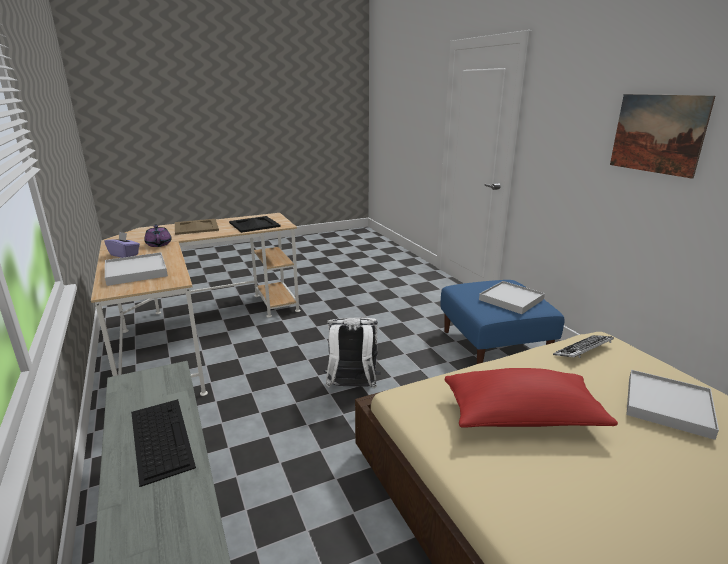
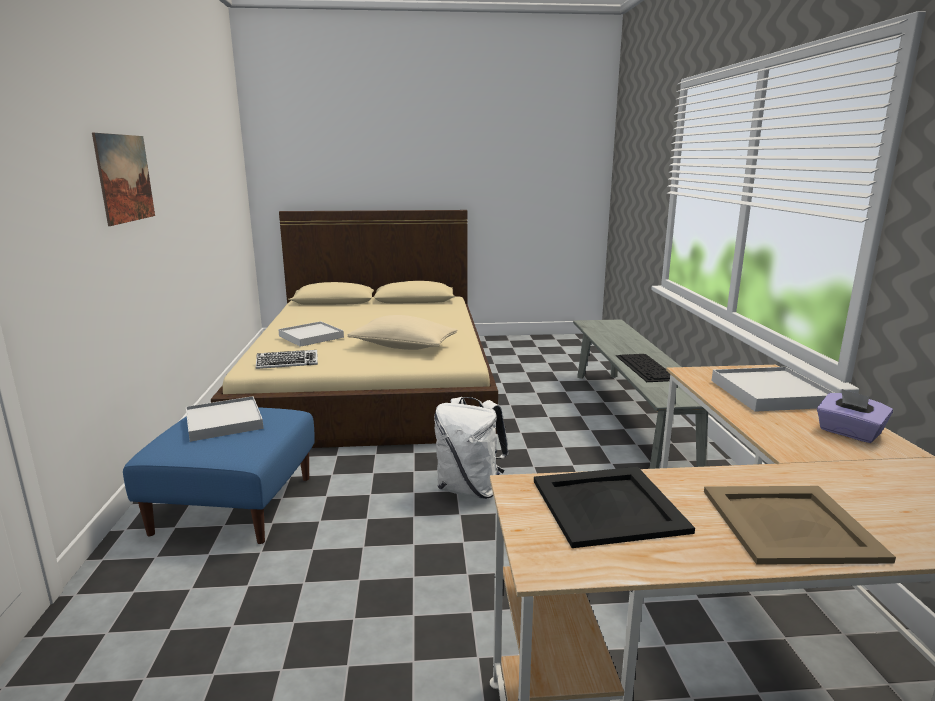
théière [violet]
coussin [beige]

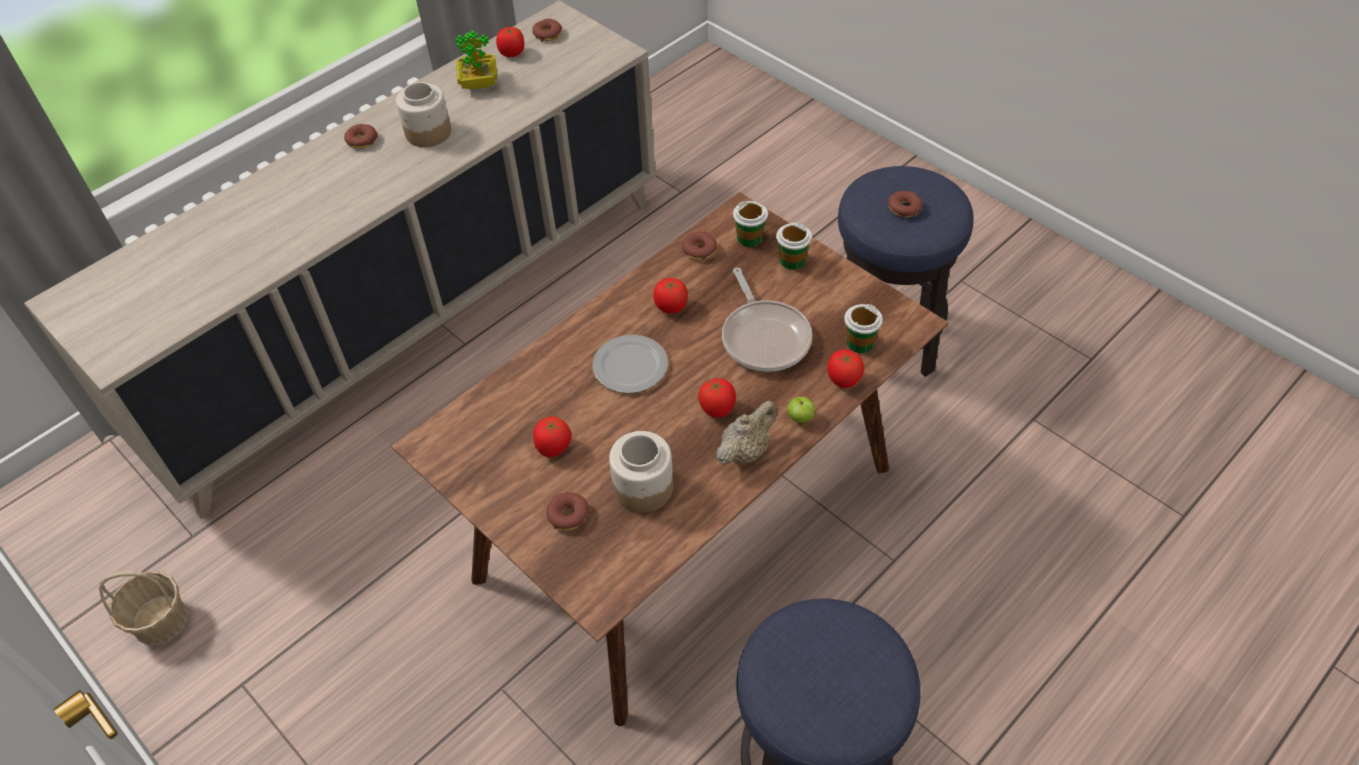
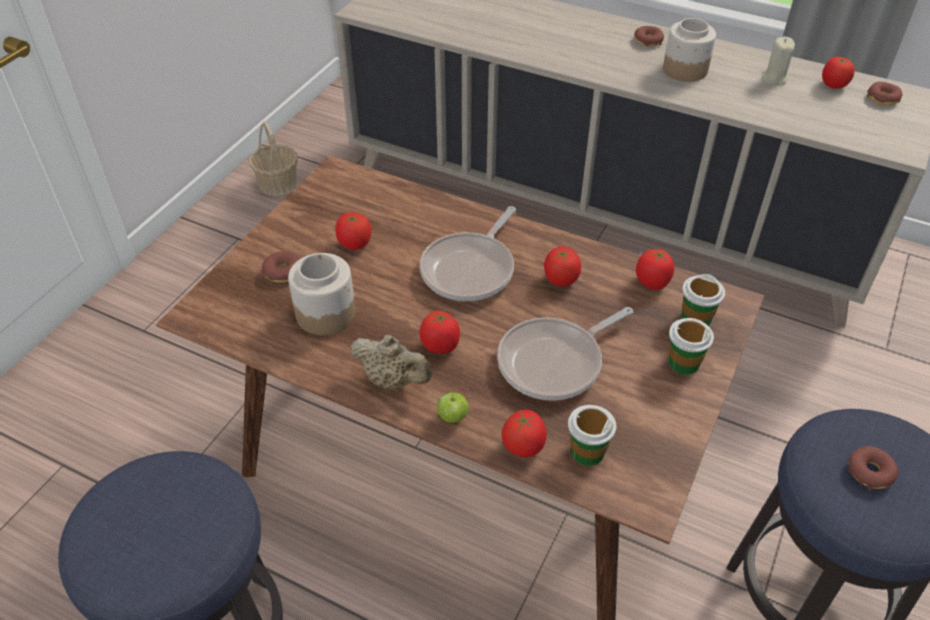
bougie [beige]
poêle (1st from left)
tomate (5th from left)

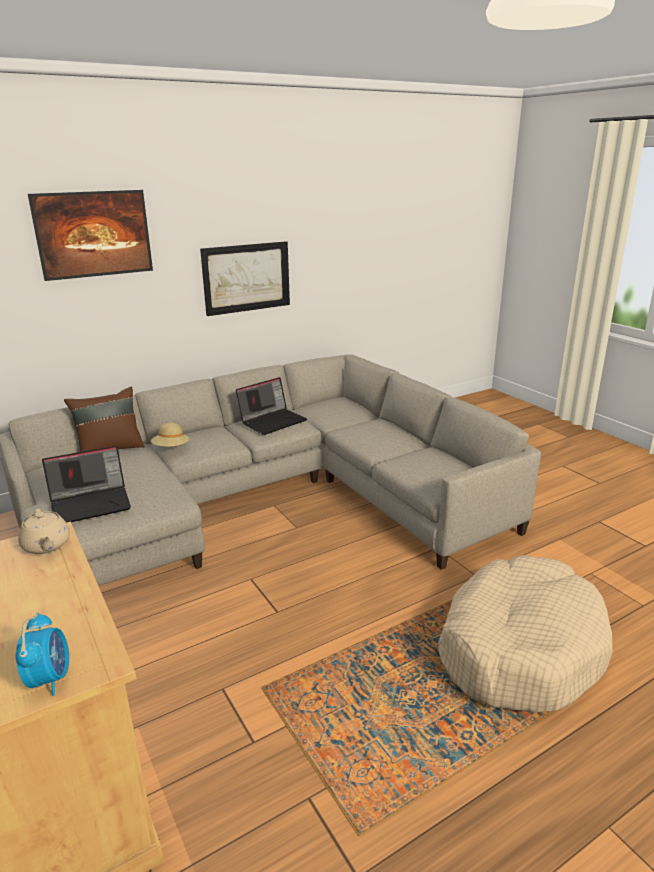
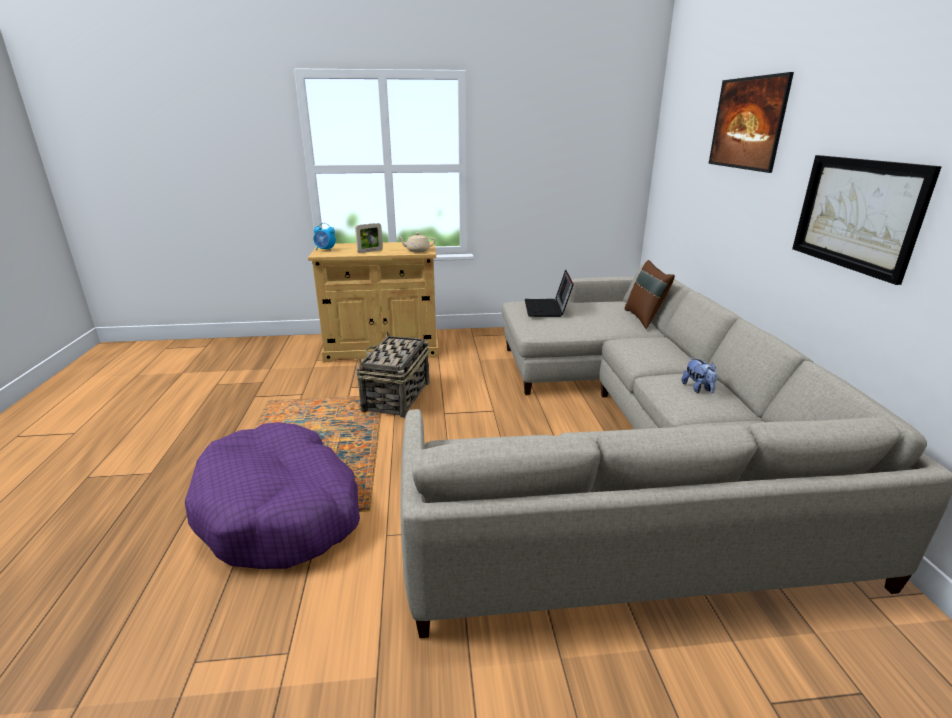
chapeau [beige]
peluche
panier pour chien [violet]
cadre photo
panier

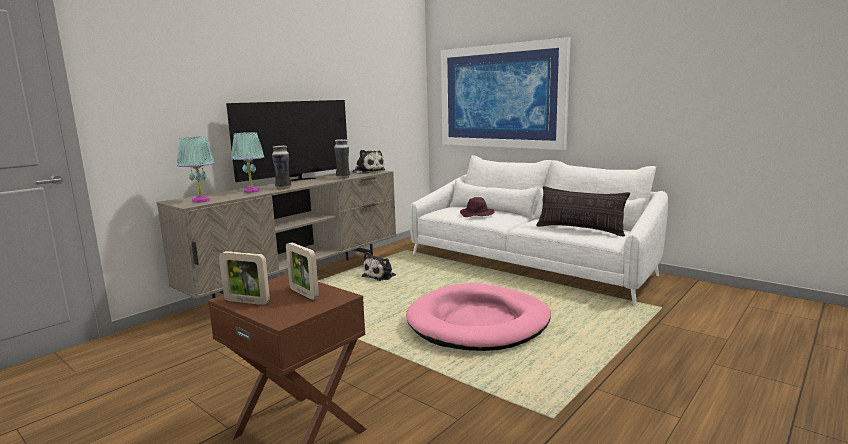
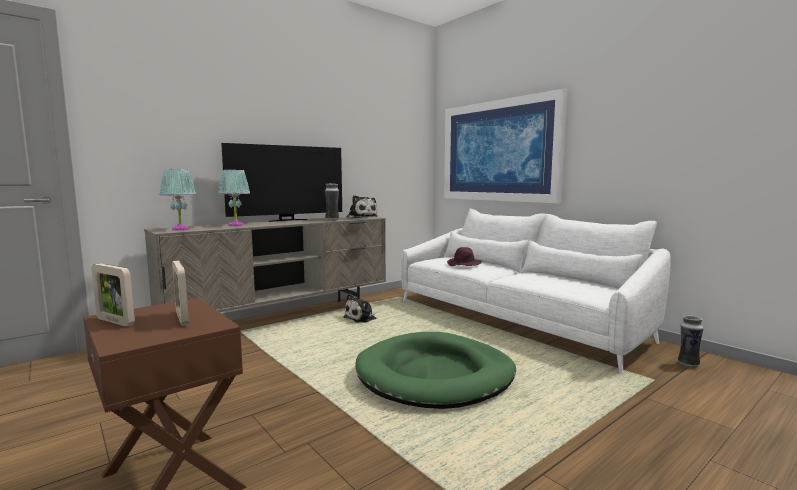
vase (2nd from left)
panier pour chien [vert]
coussin

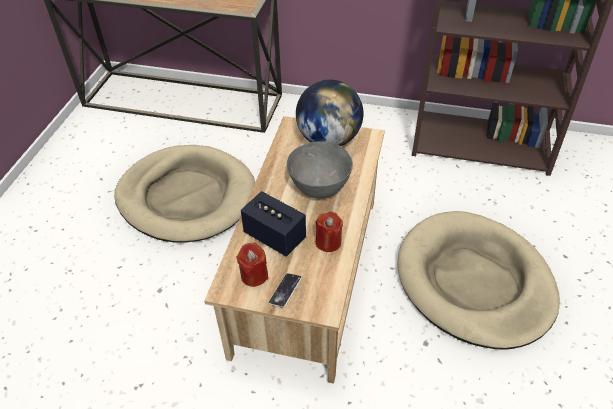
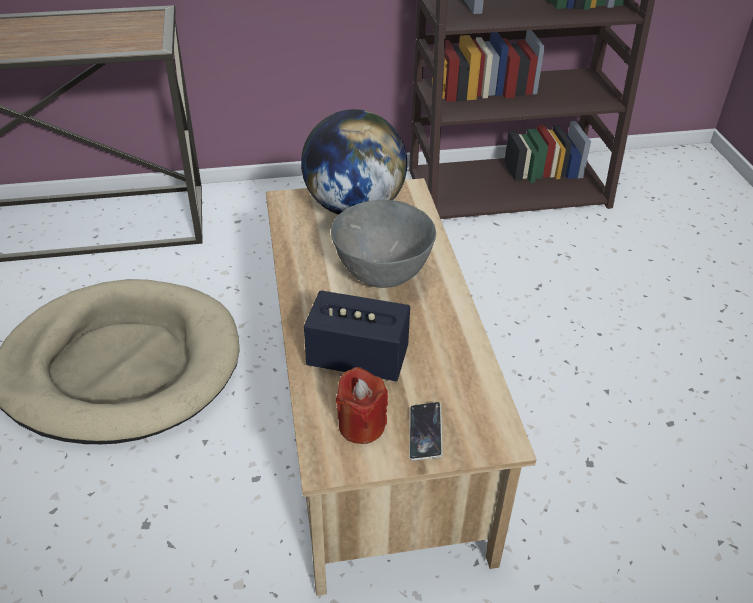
bougie [rouge] (2nd from left in the first image)
panier pour chien [beige] (2nd from left in the first image)

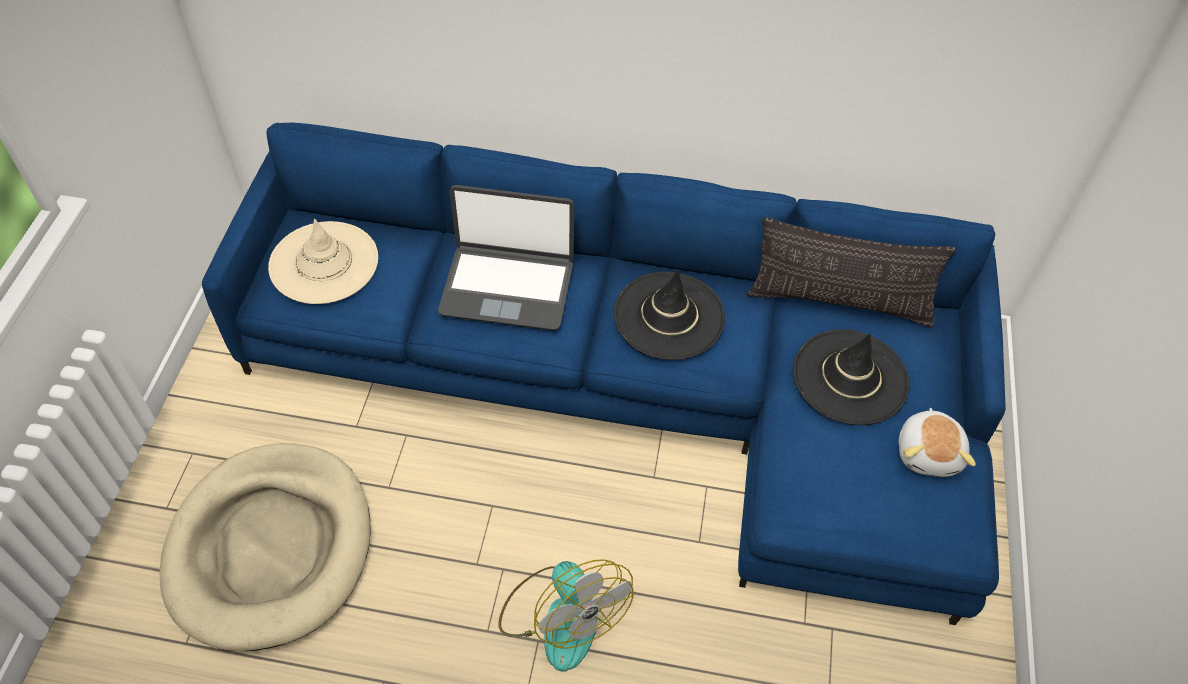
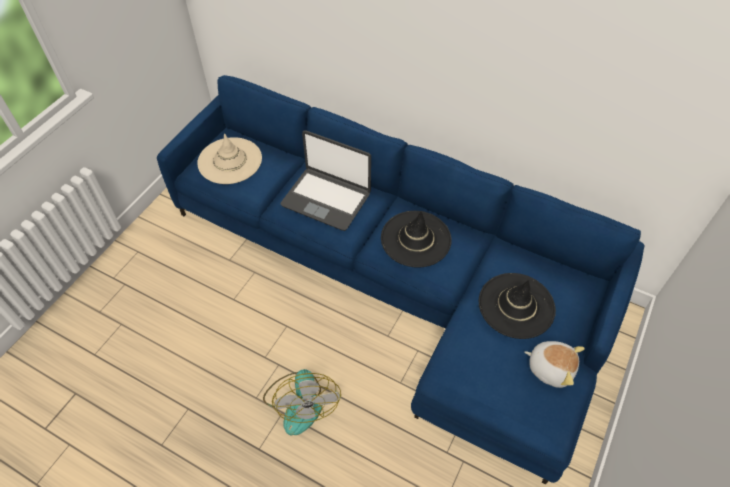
panier pour chien [beige]
coussin
peluche

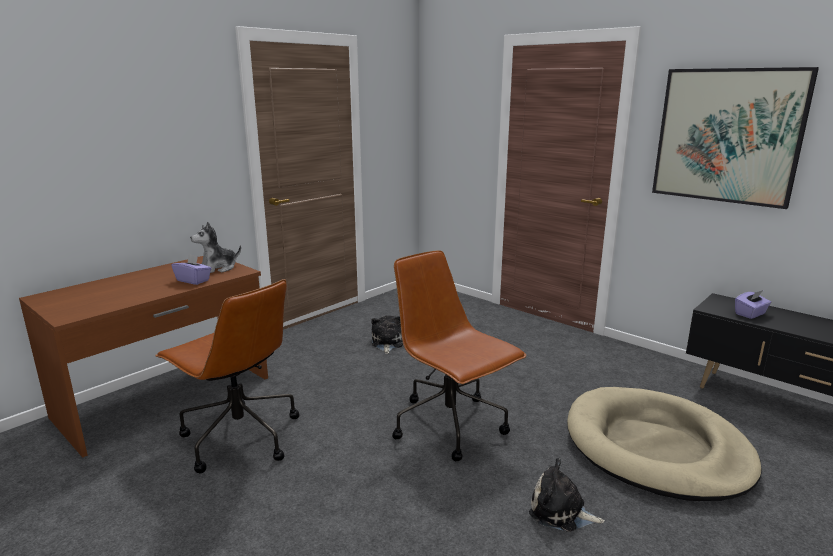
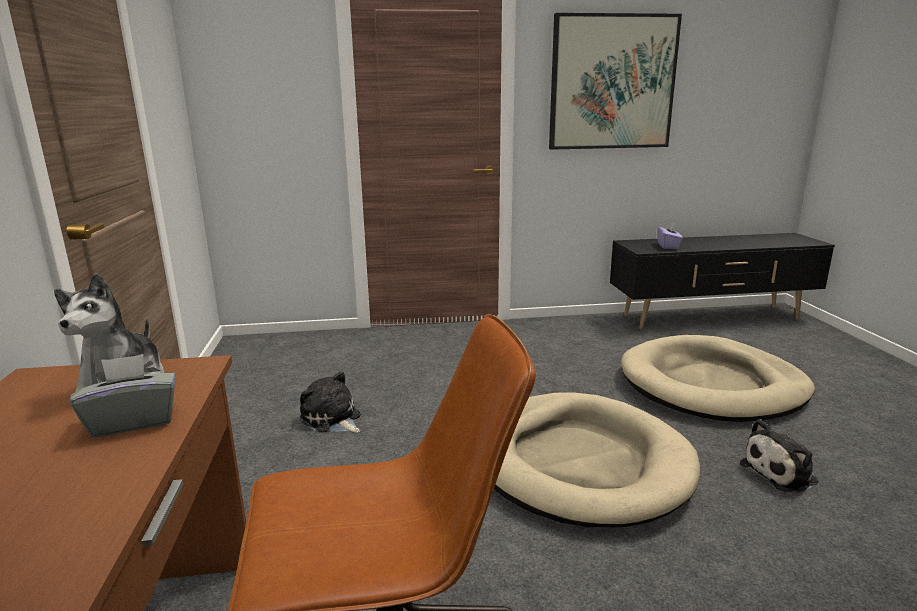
boîte à mouchoirs [gris]
panier pour chien [beige] (1st from left)

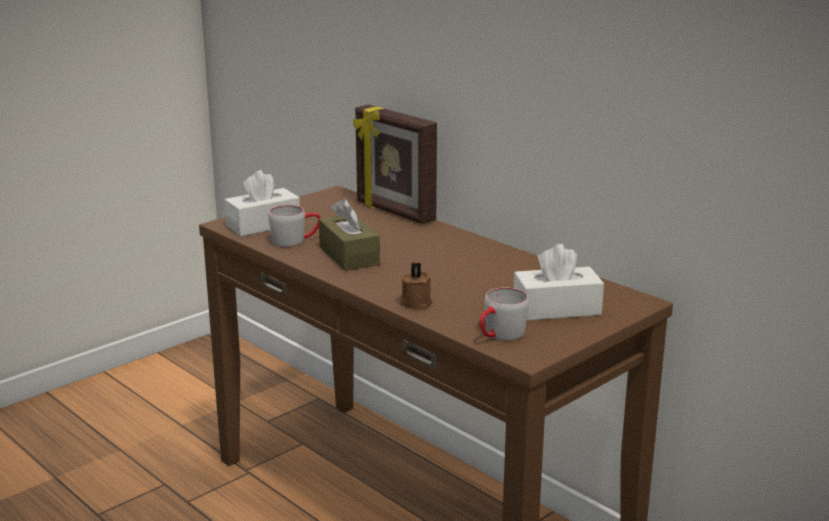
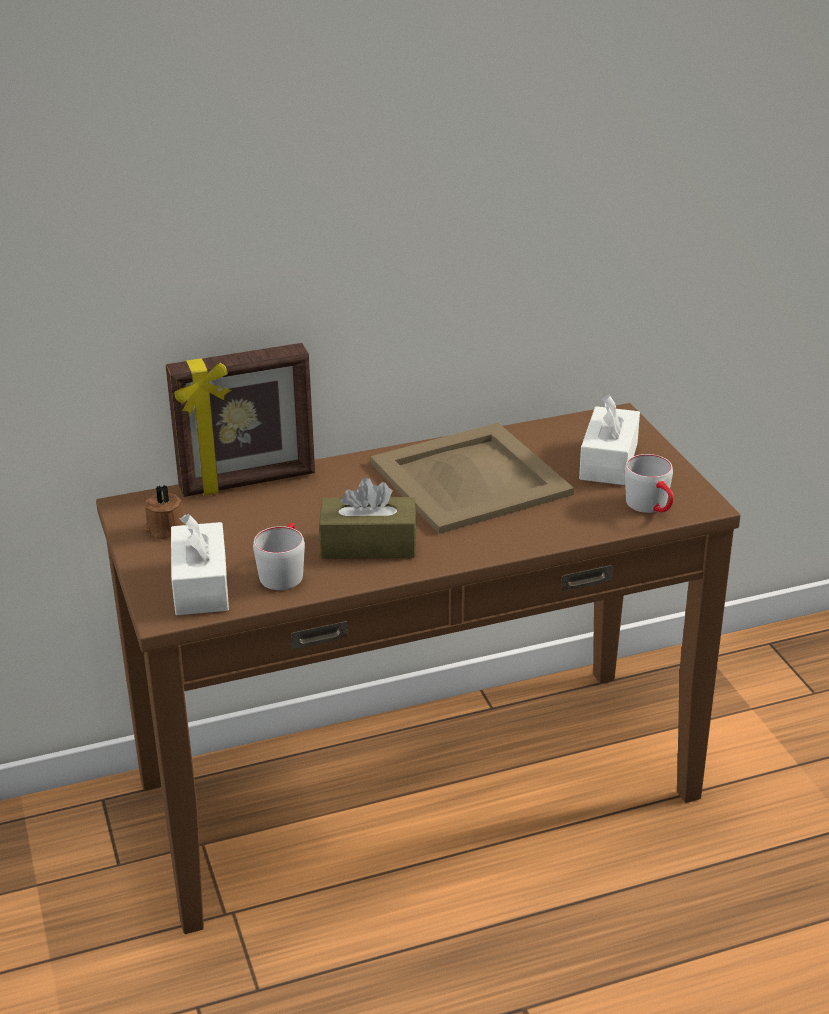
bougie [marron]
plateau [beige]

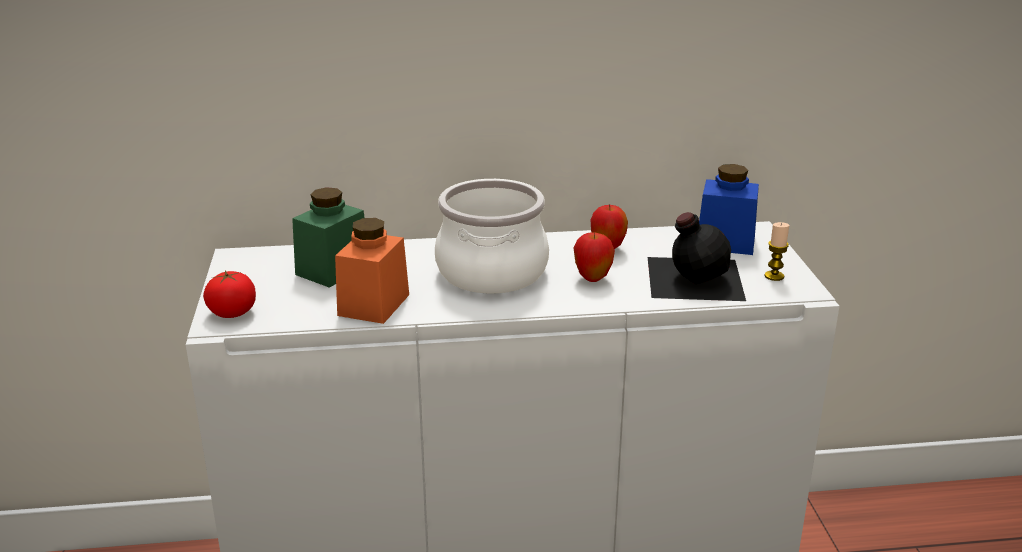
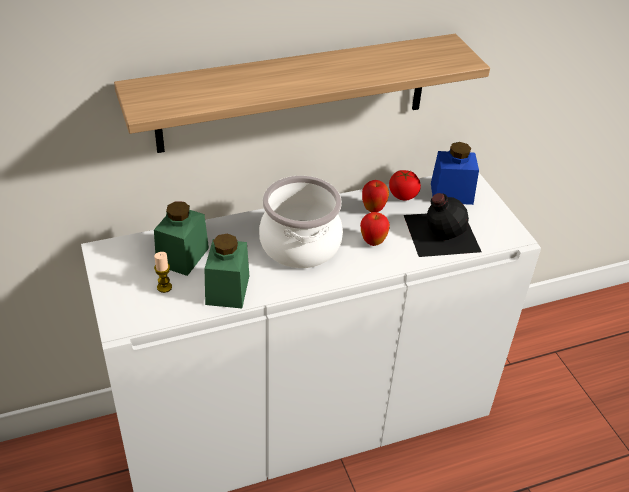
tomate
bocal [vert] (2nd from left)
bougie
étagère

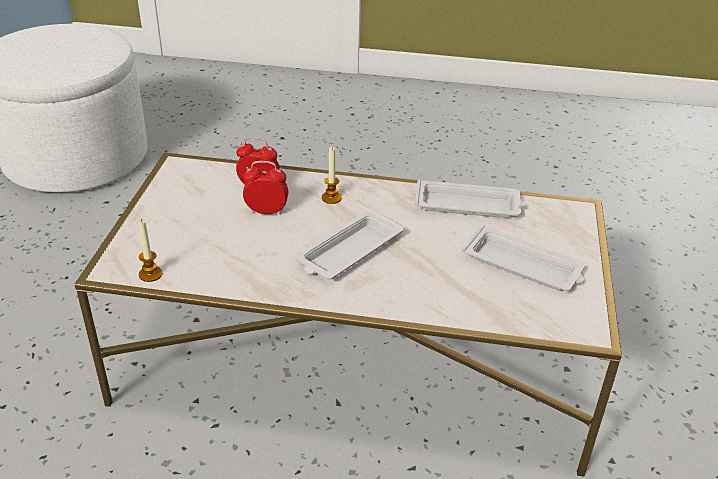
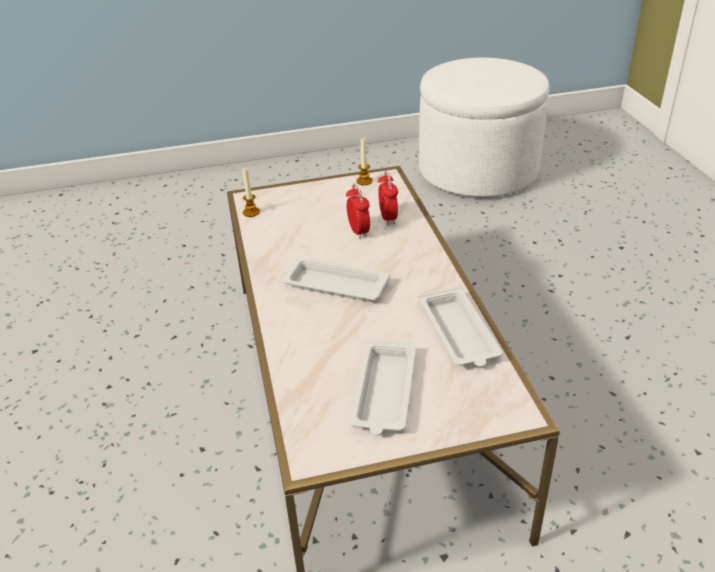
bougie (2nd from left)

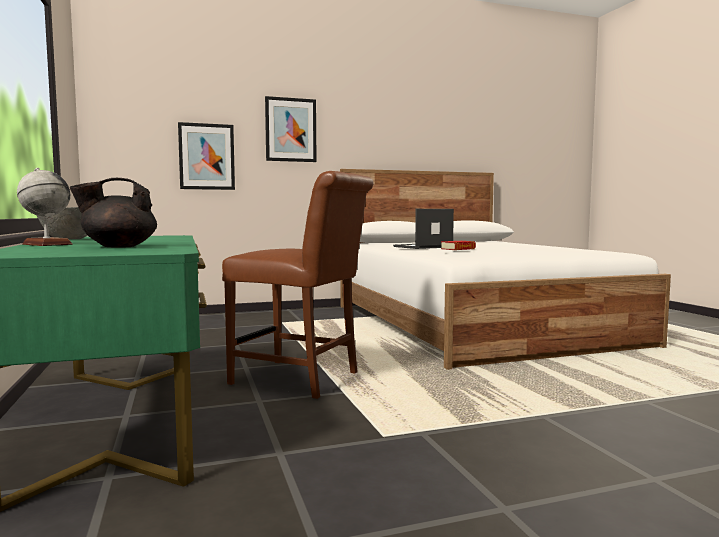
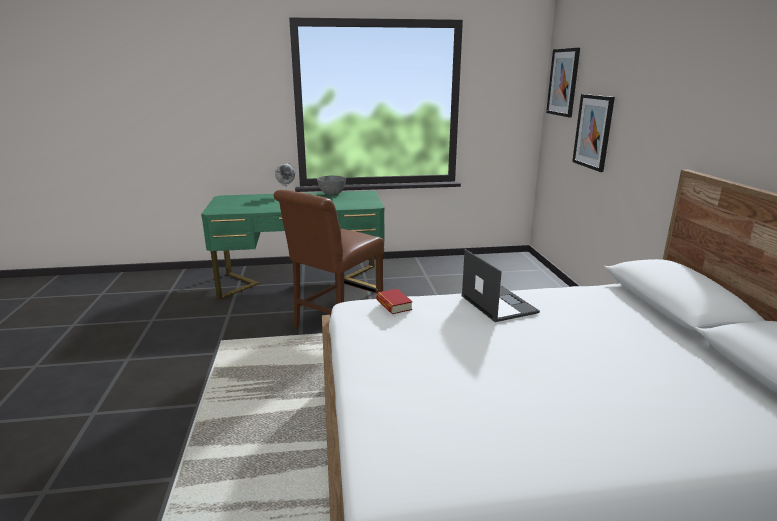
théière [noir]
tableau (1st from left)

